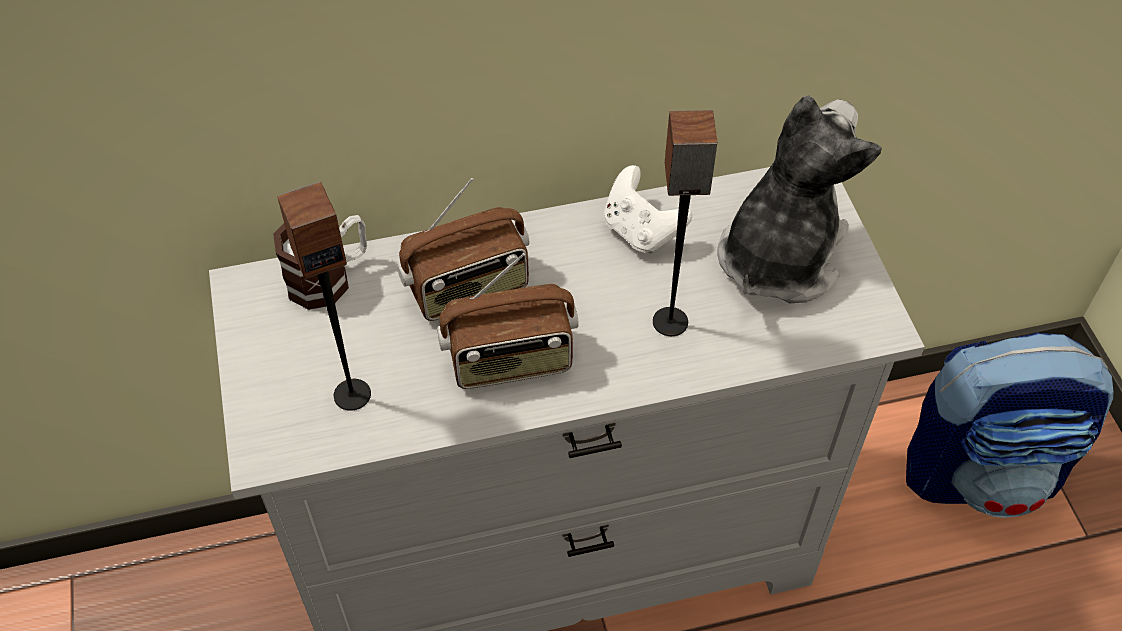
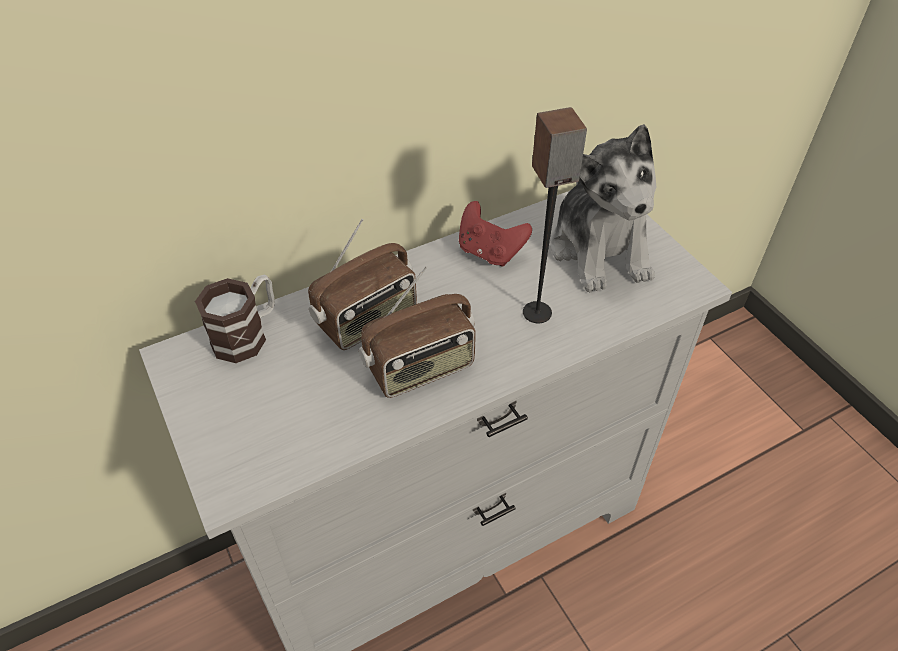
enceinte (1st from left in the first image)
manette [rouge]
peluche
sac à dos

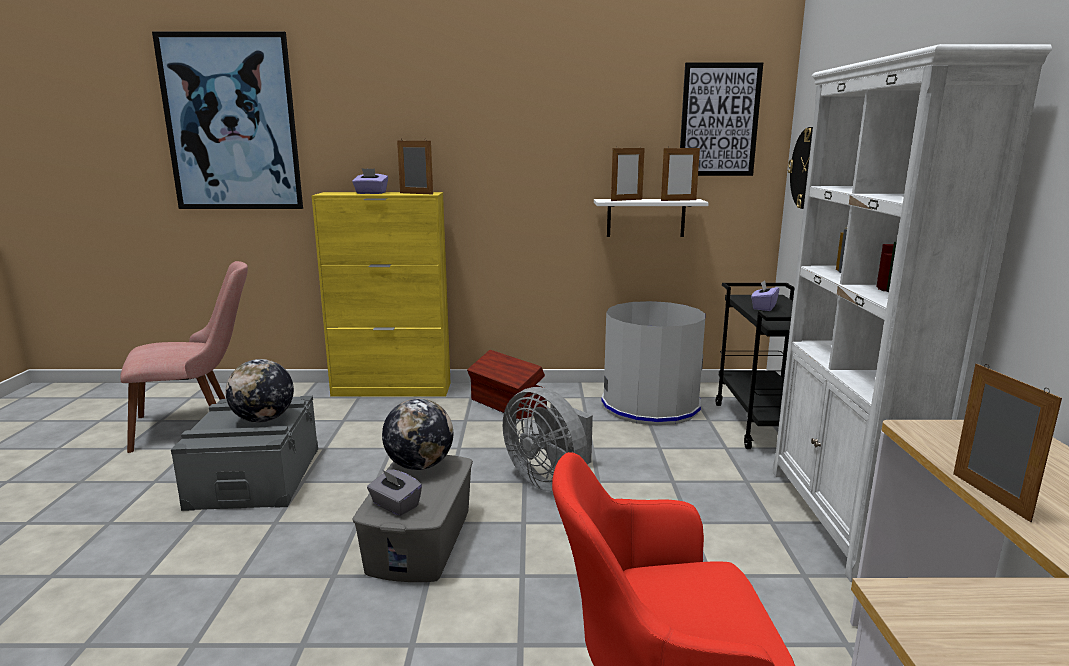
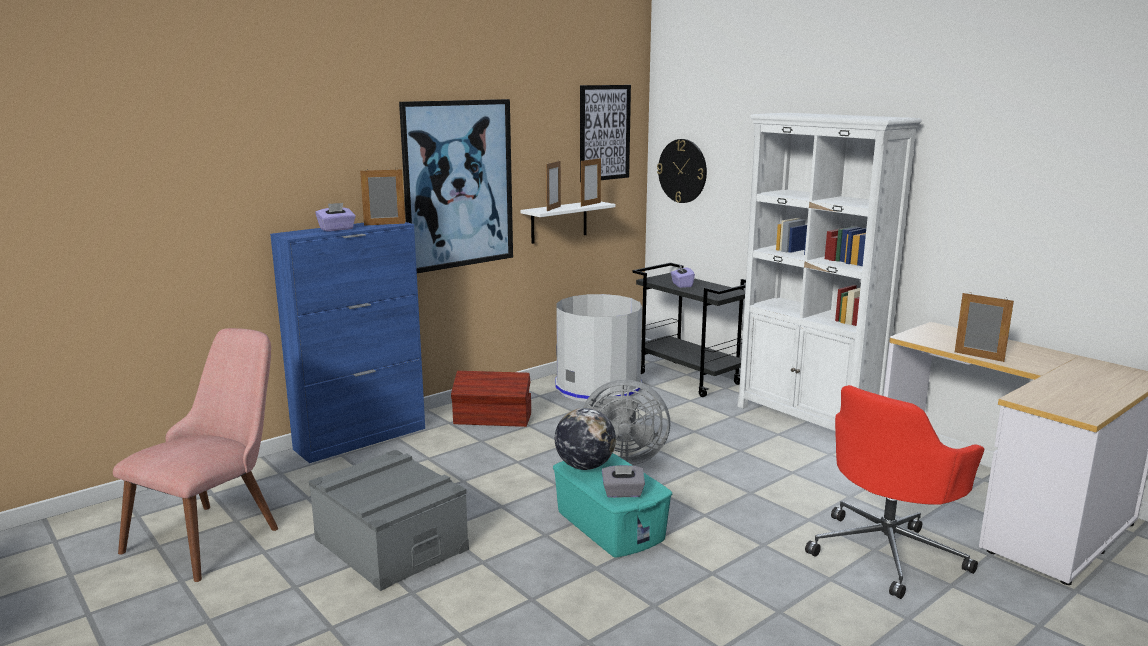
tableau (1st from left)
globe (1st from left in the first image)
meuble de rangement [bleu]
boîte de rangement [turquoise]

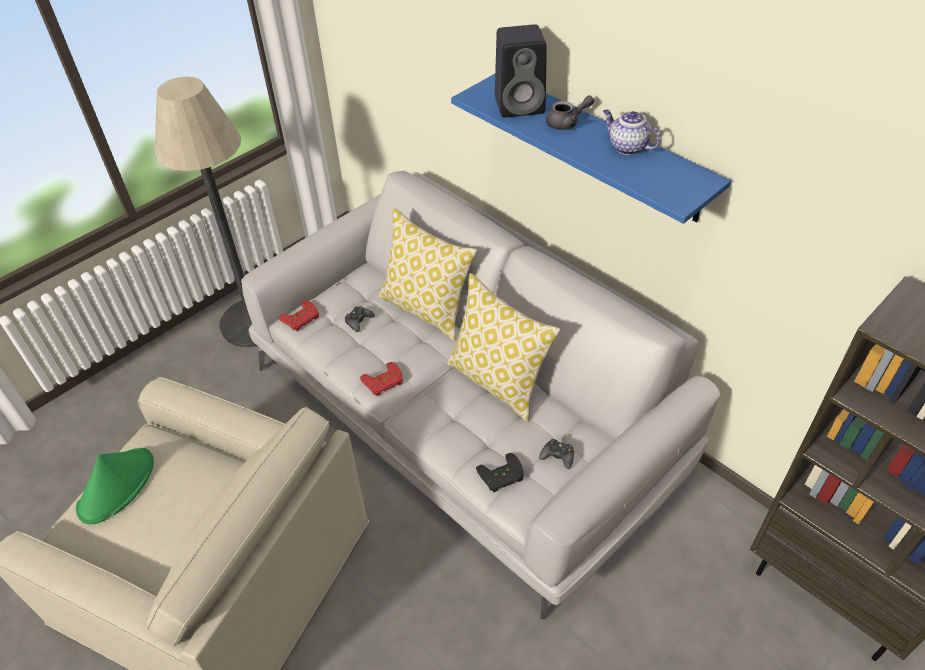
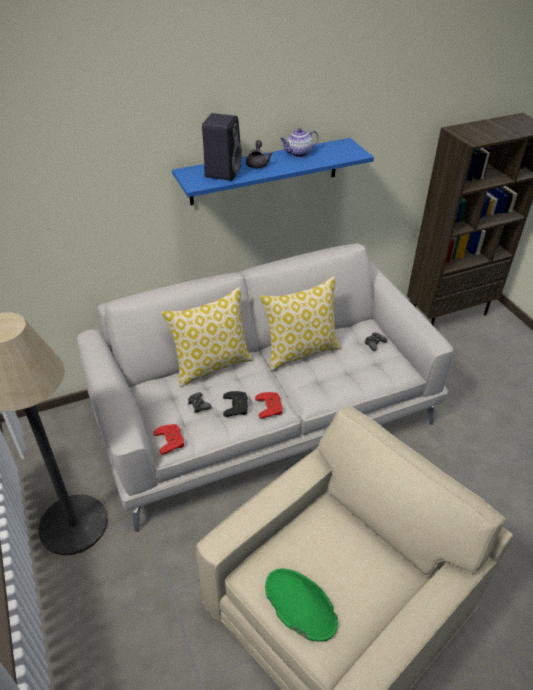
manette [noir] (2nd from left)

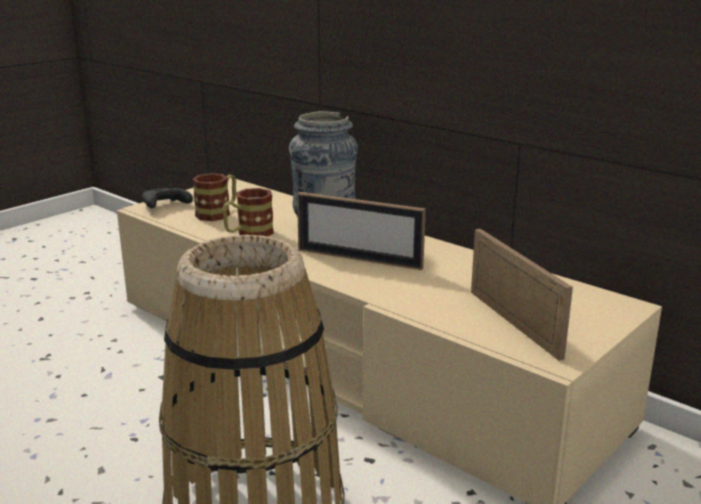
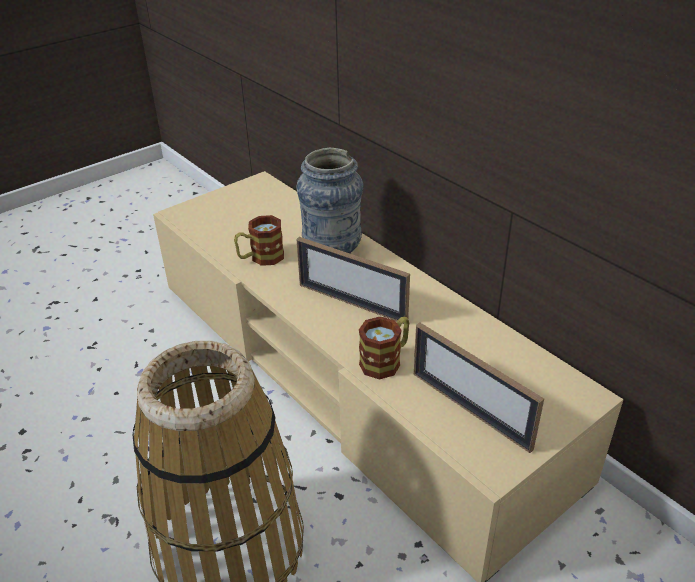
manette [noir]
mug (2nd from left)
cadre photo (2nd from left)

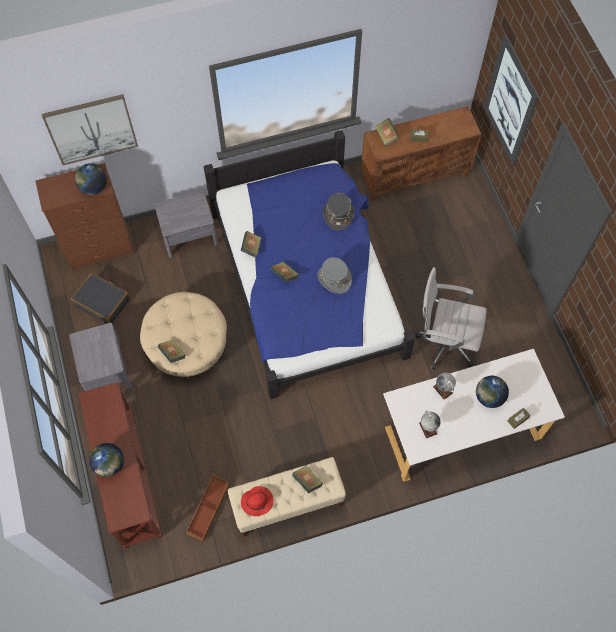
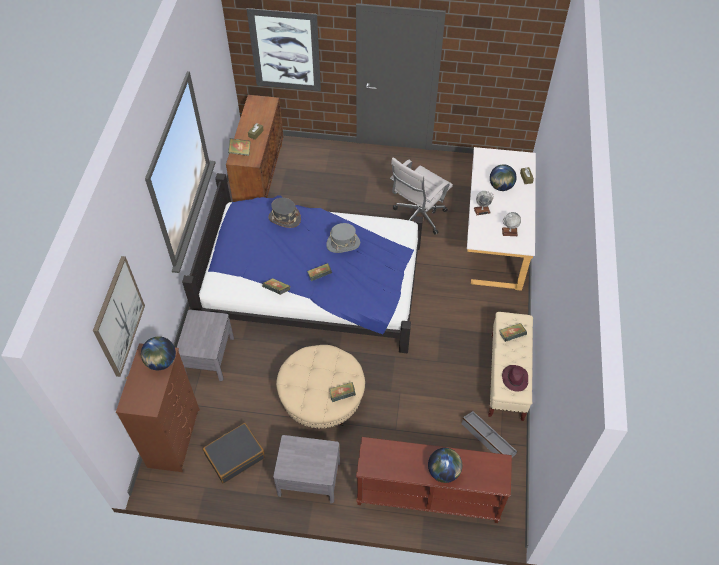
boîte de rangement [gris]
chapeau [violet]

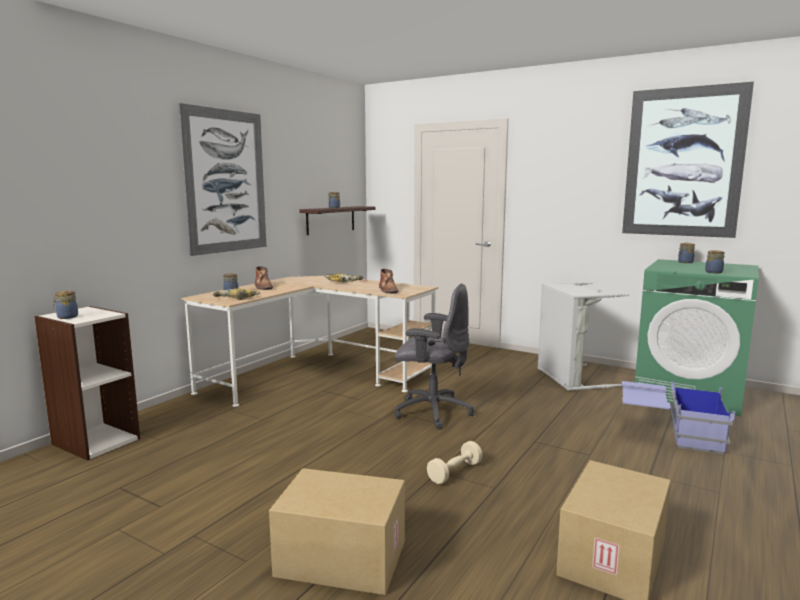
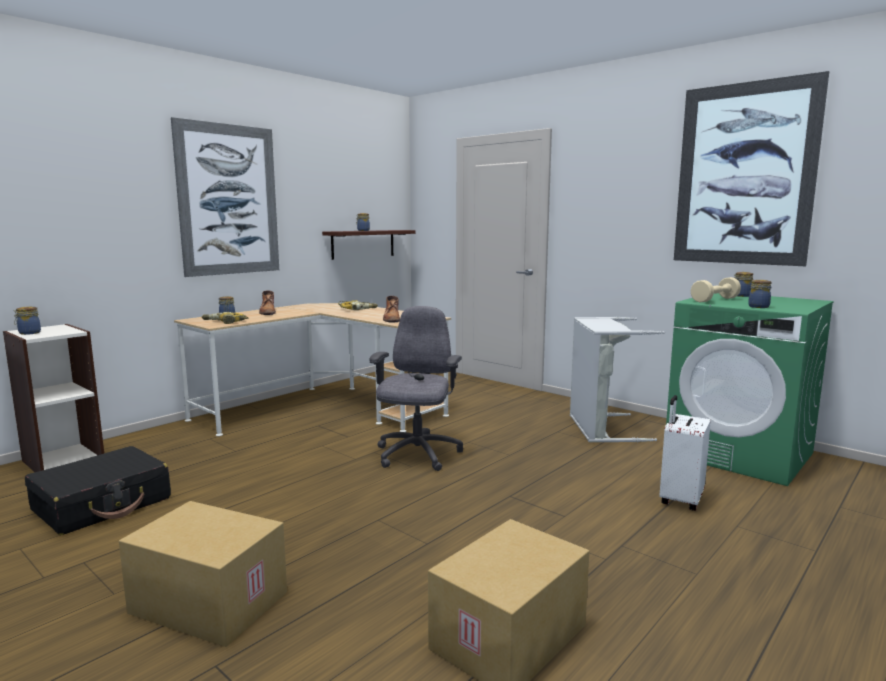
chaise de bureau [gris]
haltère [beige]
valise [blanc]
valise [noir]

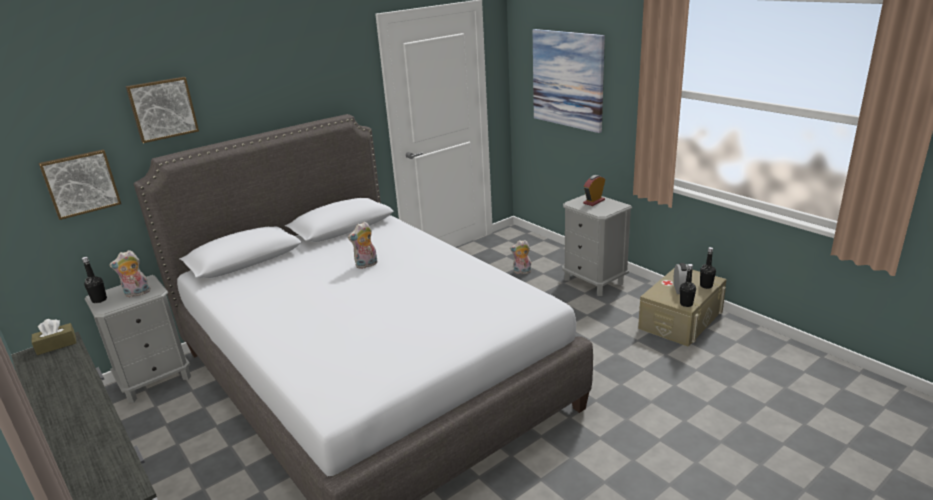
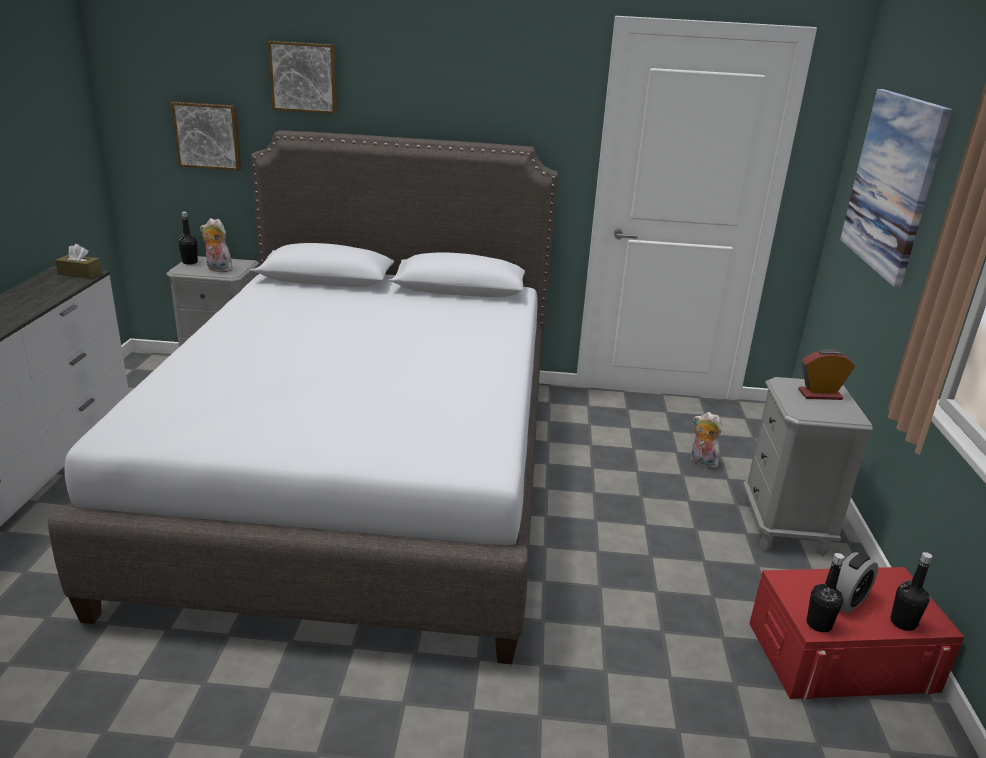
peluche (2nd from left in the first image)
boîte de rangement [rouge]

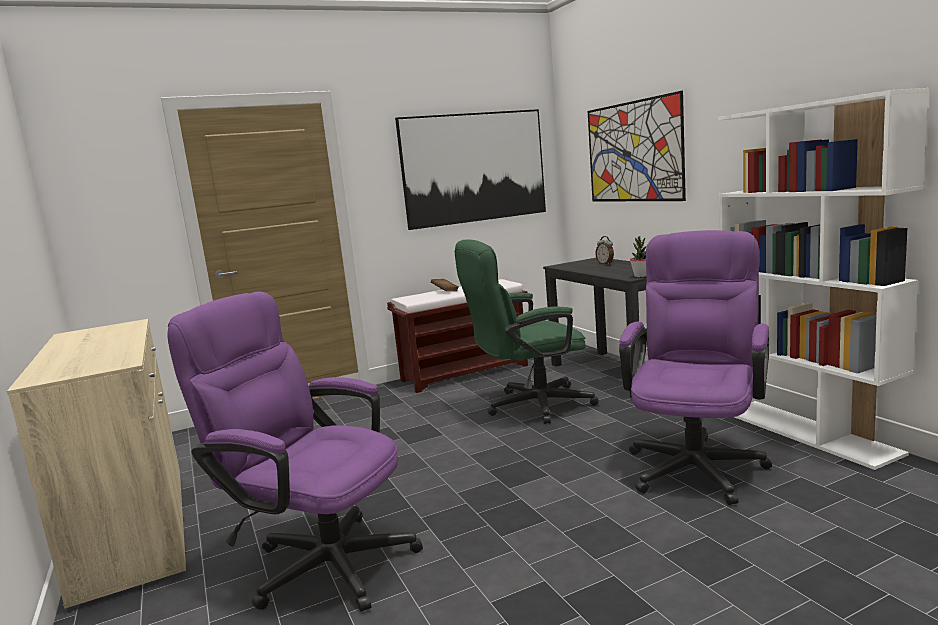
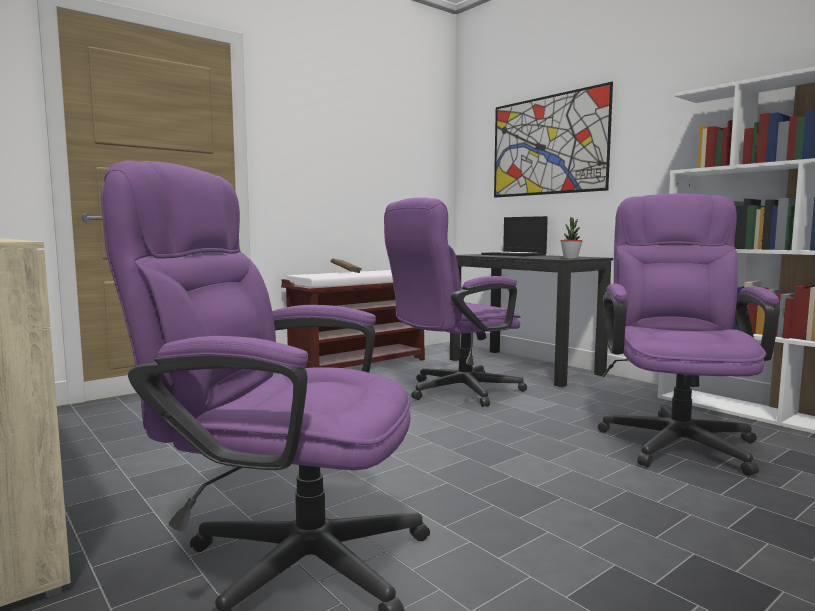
tableau (1st from left in the first image)
chaise de bureau [violet] (2nd from left)
ordinateur portable

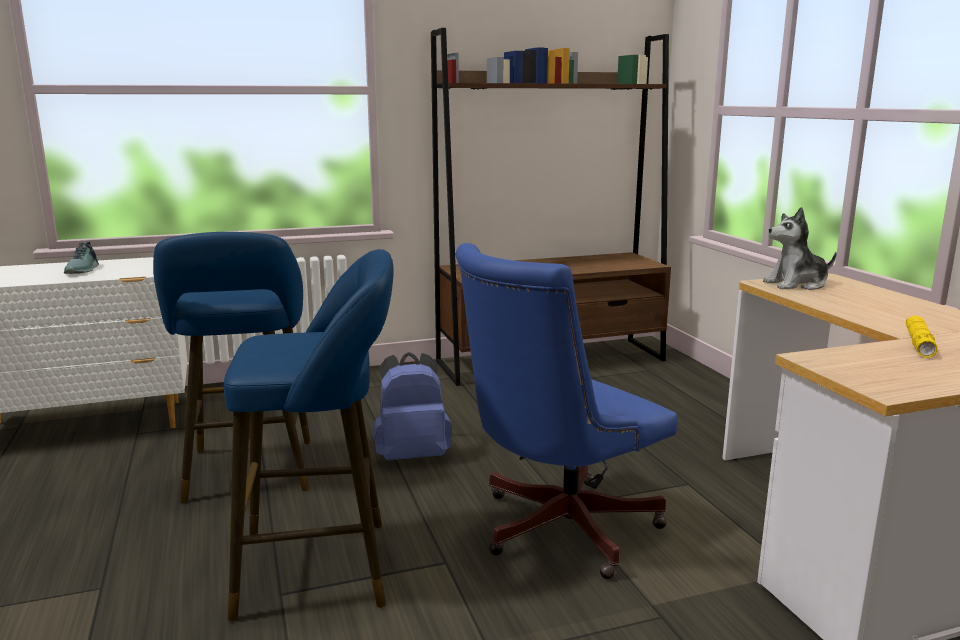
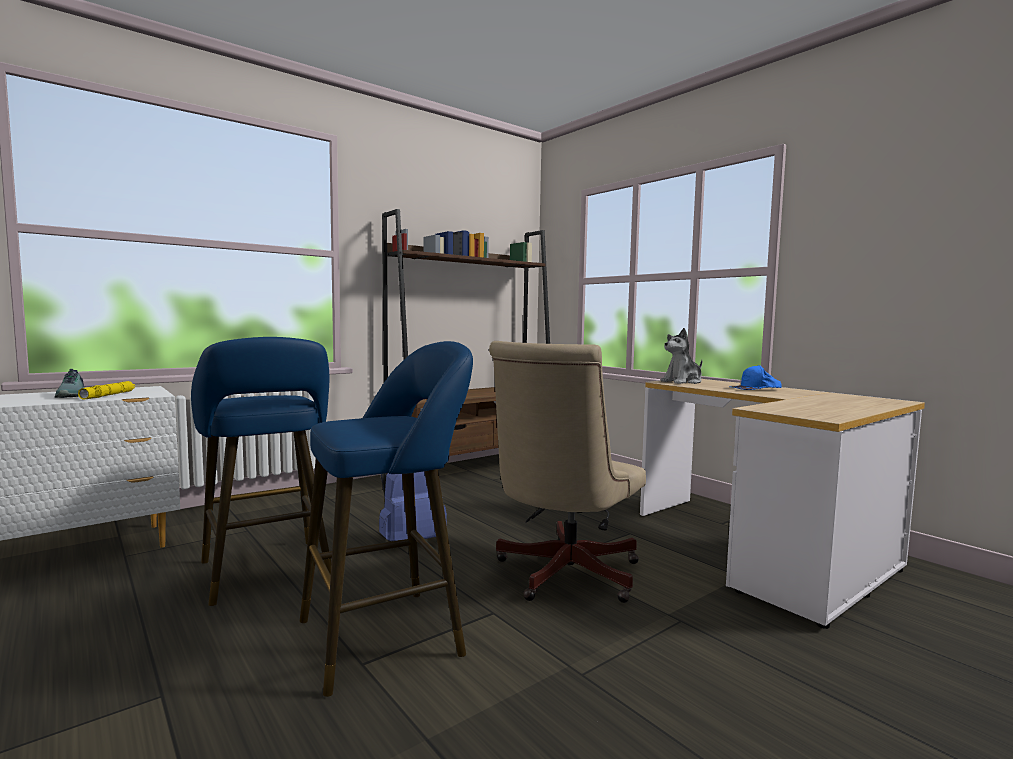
chaise de bureau [beige]
lampe de poche [jaune]
casquette [bleu]

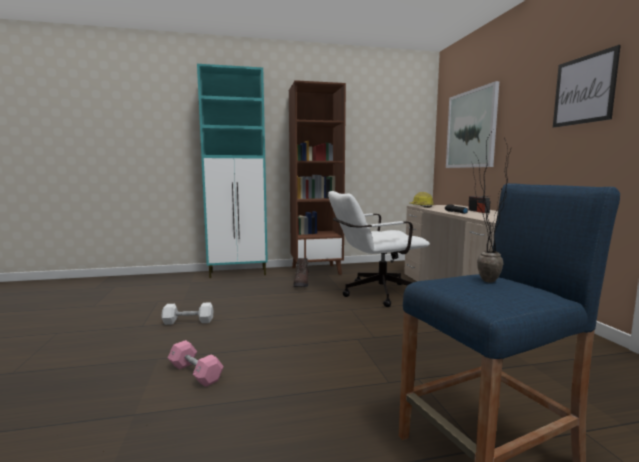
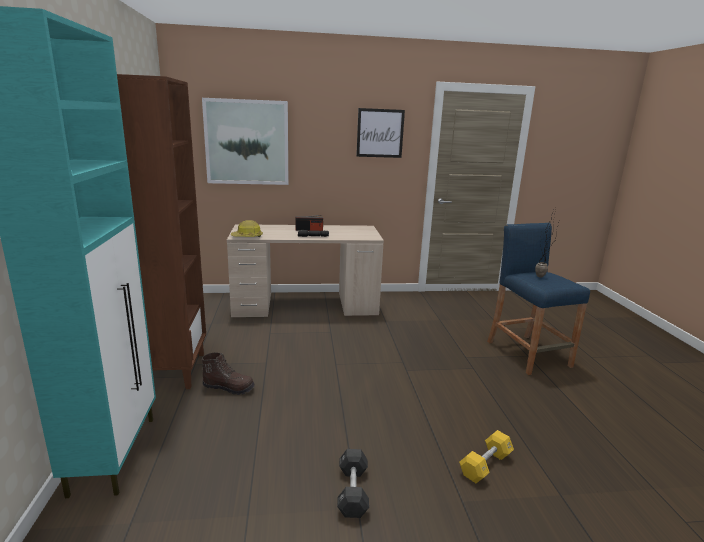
haltère [noir]
haltère [jaune]
chaise de bureau [blanc]

